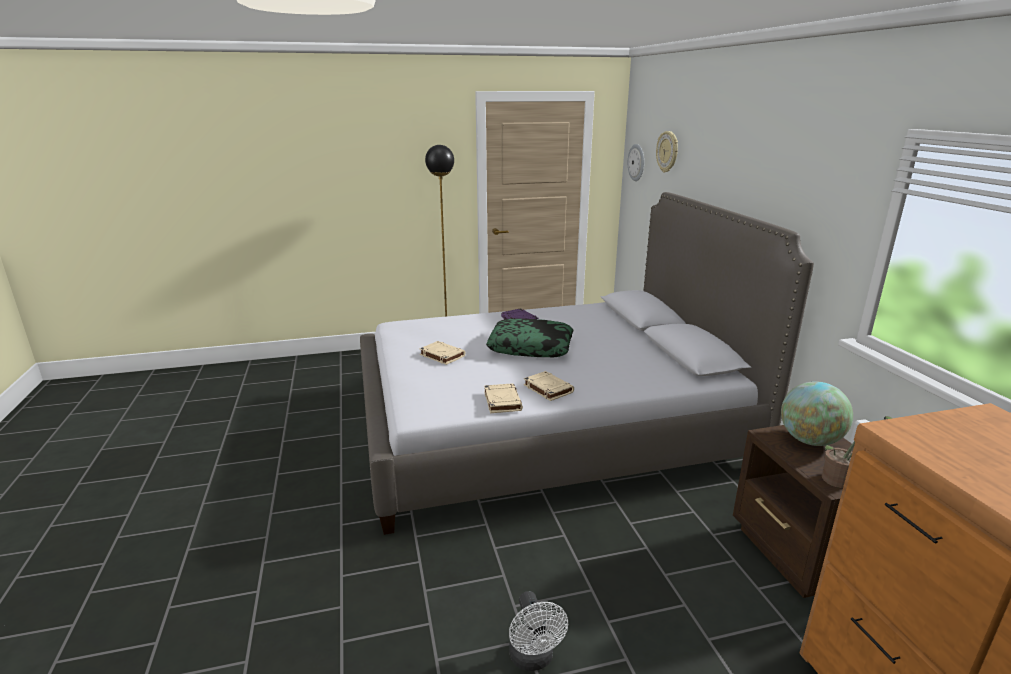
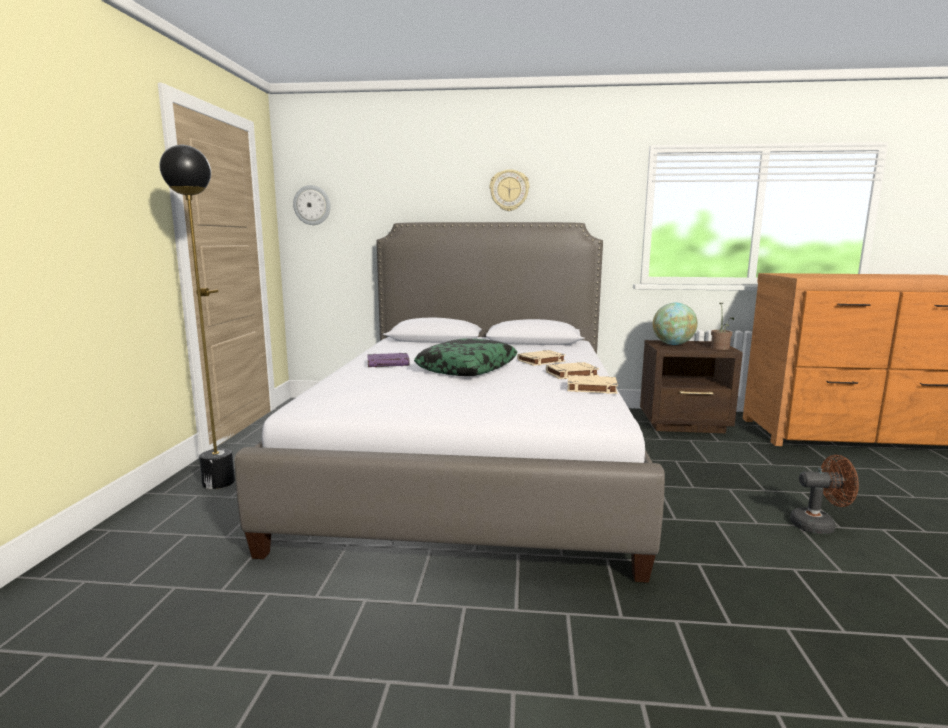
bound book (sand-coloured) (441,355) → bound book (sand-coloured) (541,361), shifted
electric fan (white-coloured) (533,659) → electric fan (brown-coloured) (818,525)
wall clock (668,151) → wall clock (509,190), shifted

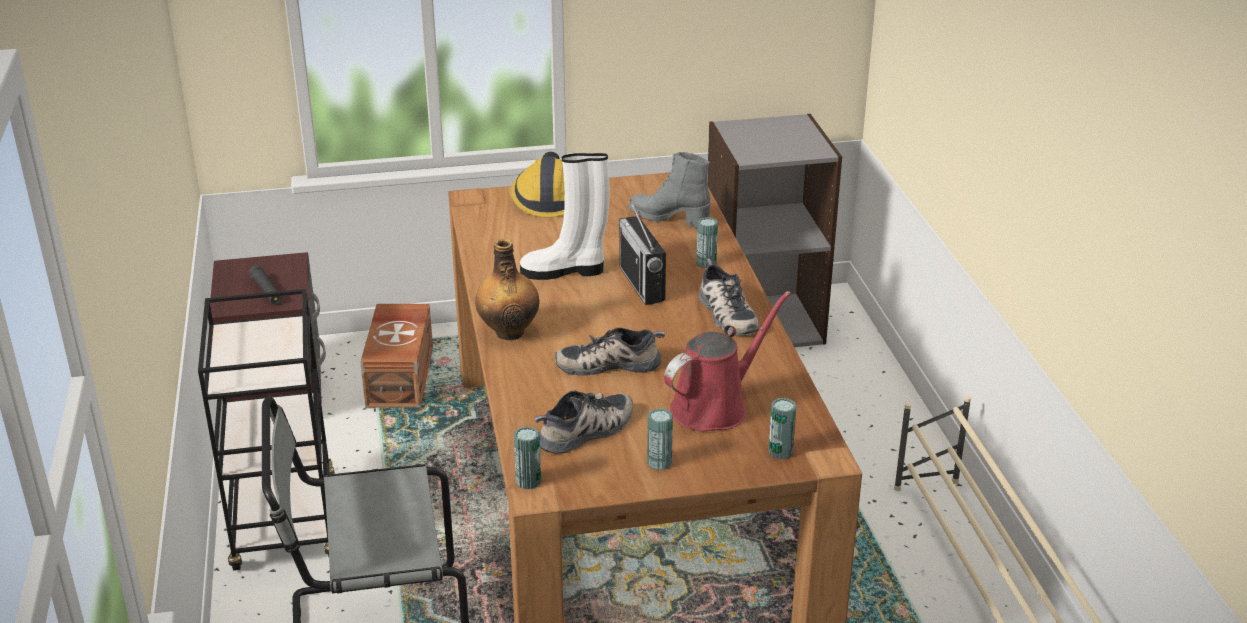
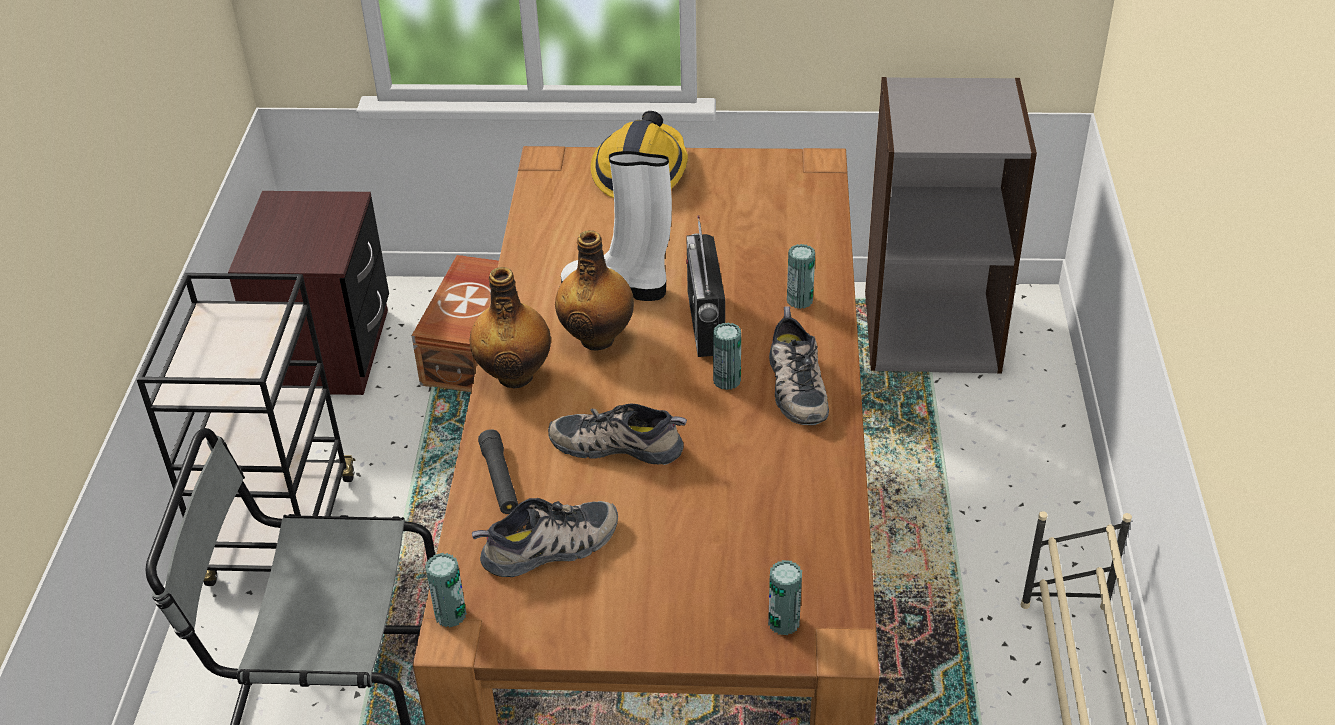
flashlight (blackish) (266,291) → flashlight (blackish) (500,480), shifted
tall boot (grey) (669,218) → -
sealed can (659,462) → sealed can (727,380), shifted
watering can (red-coloured) (714,407) → -
- → drink bottle (598,337)

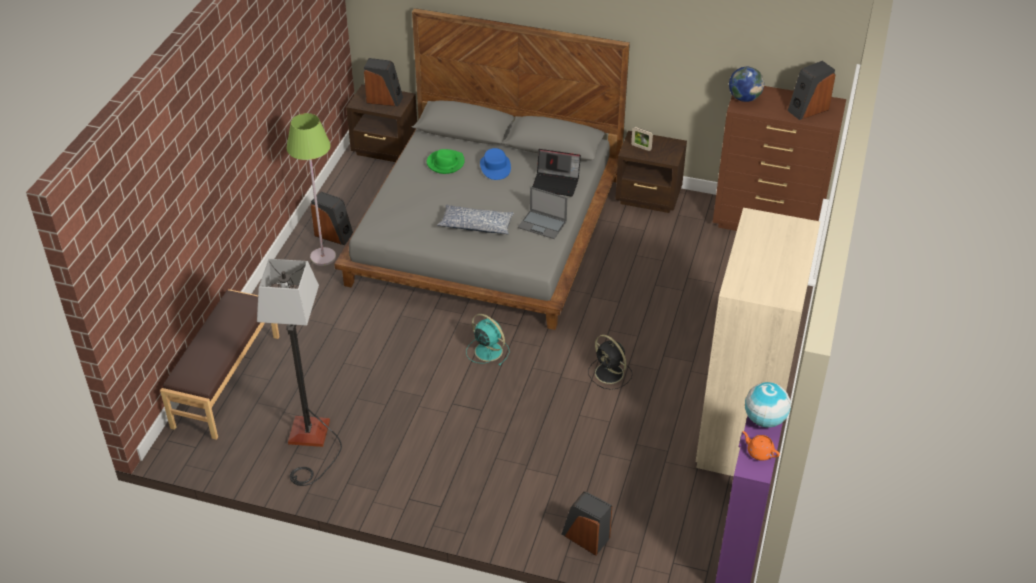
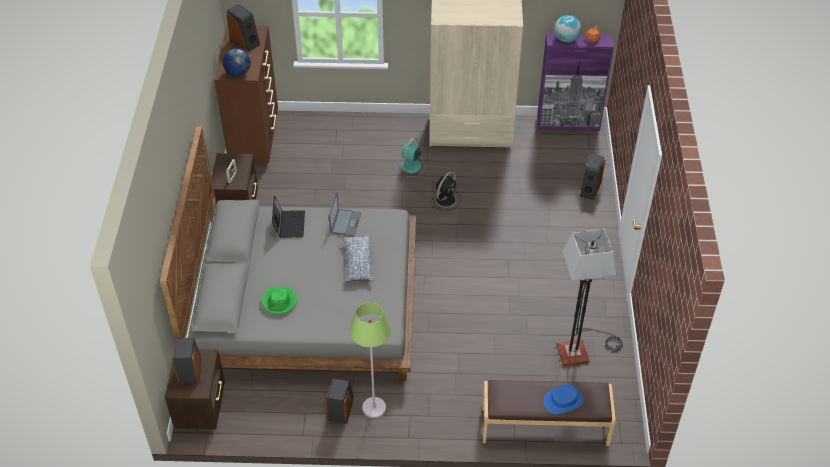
electric fan (blue-green) (487,350) → electric fan (blue-green) (410,166), shifted
clothing hat (blue) (495,167) → clothing hat (blue) (563,401), shifted

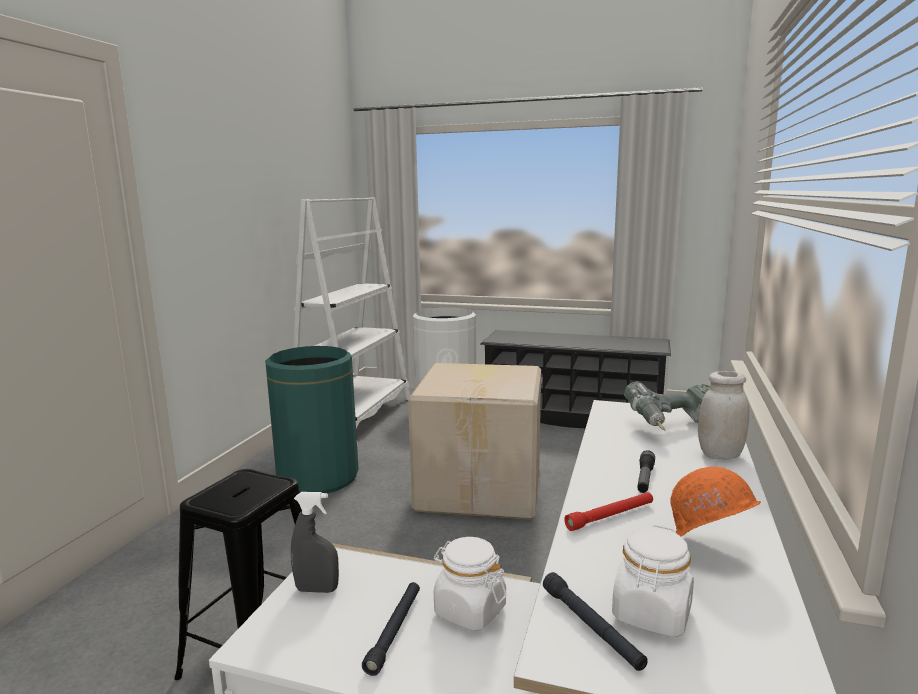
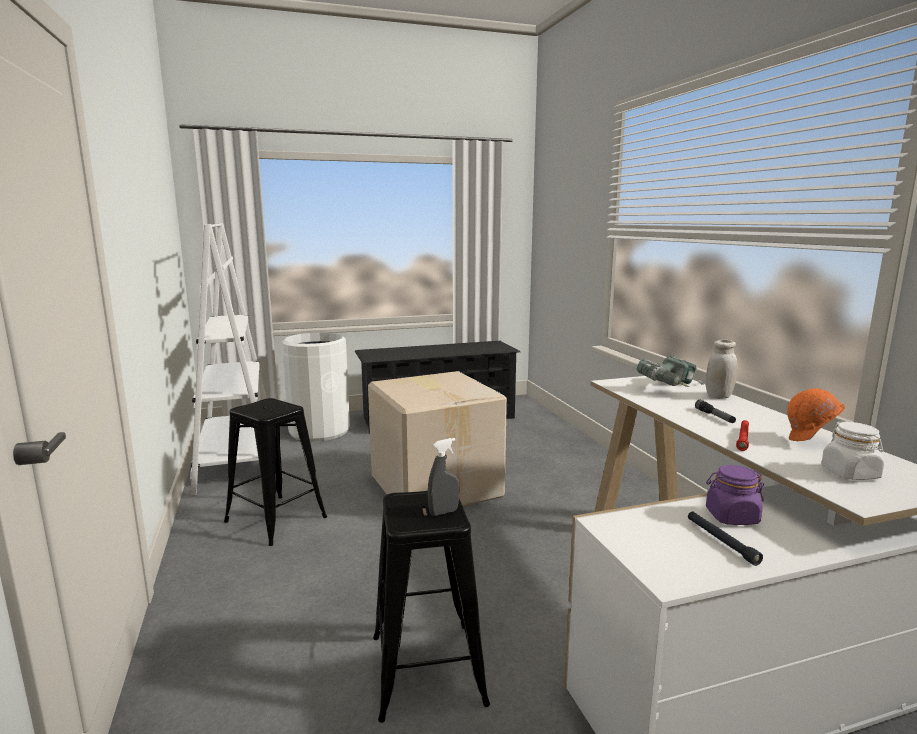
rubbish bin (green) (317,477) → stool seat (blackish) (275,519)
hand sprayer (grey) (317,589) → hand sprayer (grey) (443,512), shifted
preserve jar (white-coloured) (469,610) → preserve jar (purple) (731,517)
flashlight (blackish) (591,627) → -

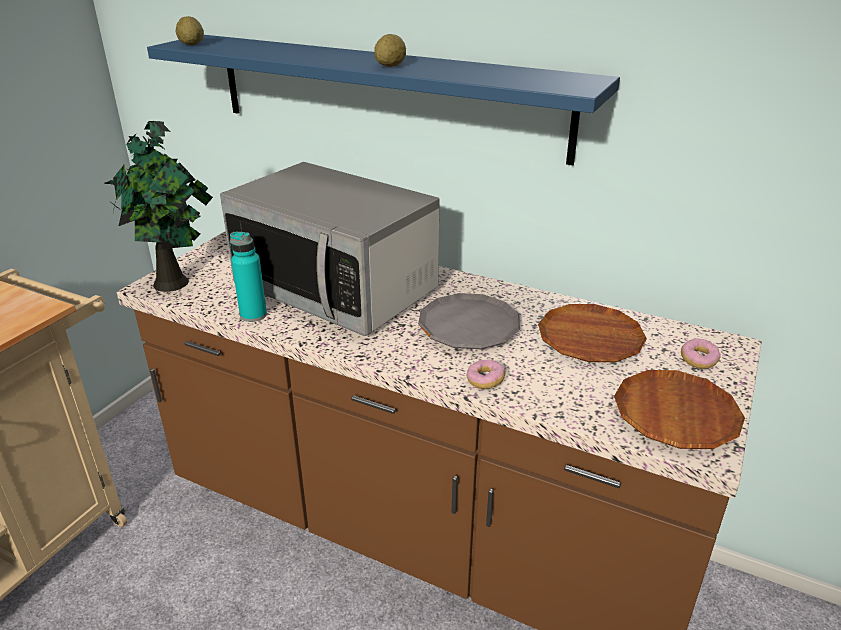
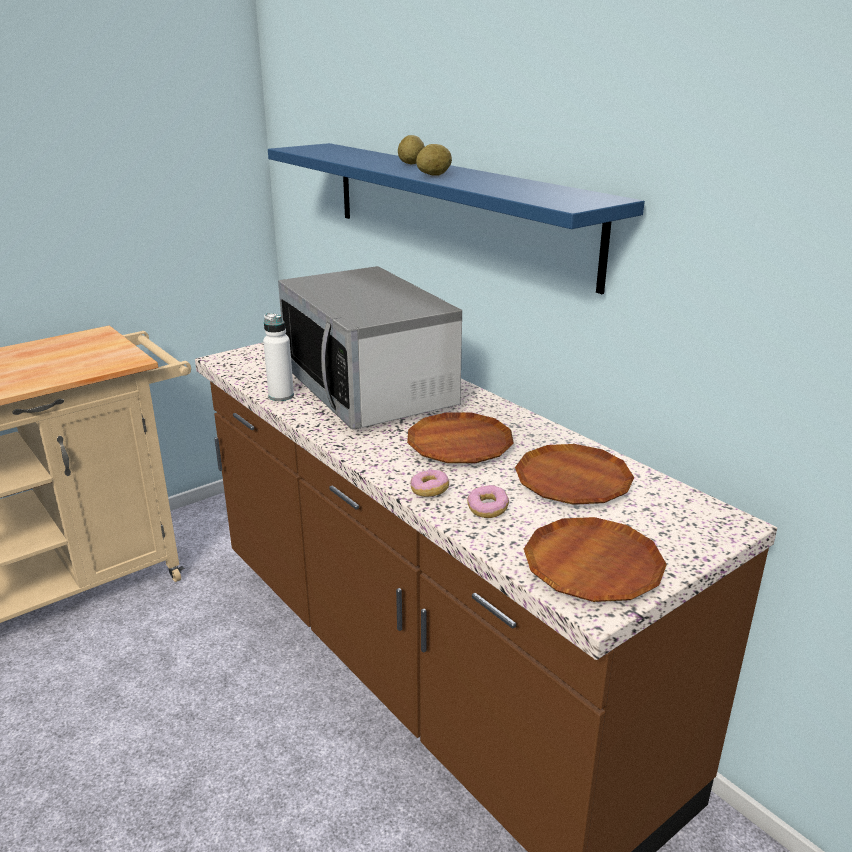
potted plant (174,283) → -
potato (191,45) → potato (411,164), shifted
drink bottle (blue-green) (253,315) → drink bottle (white-coloured) (281,396)
plate (grey) (468,327) → plate (brown-coloured) (459,445)
ring doughnut (698,360) → ring doughnut (487,509), shifted

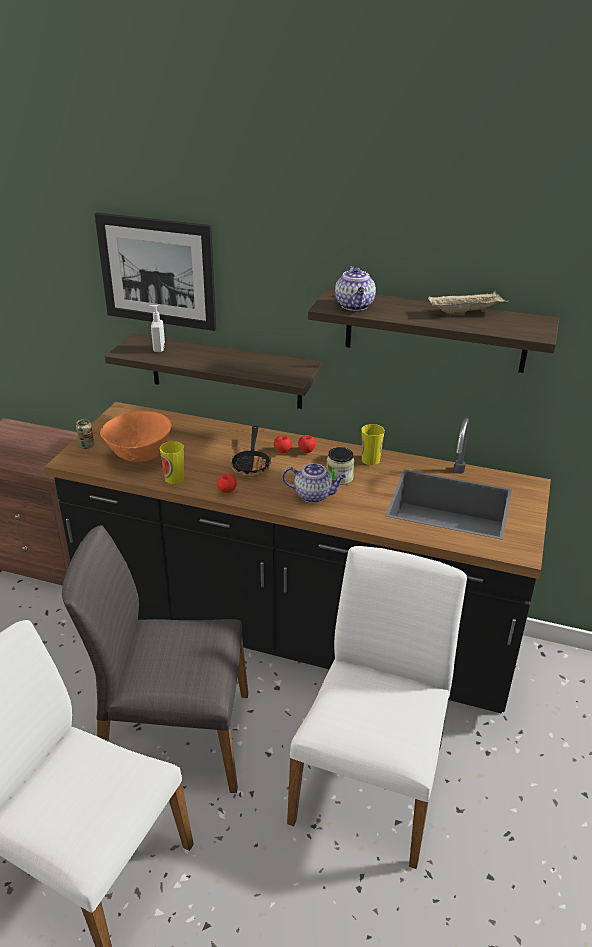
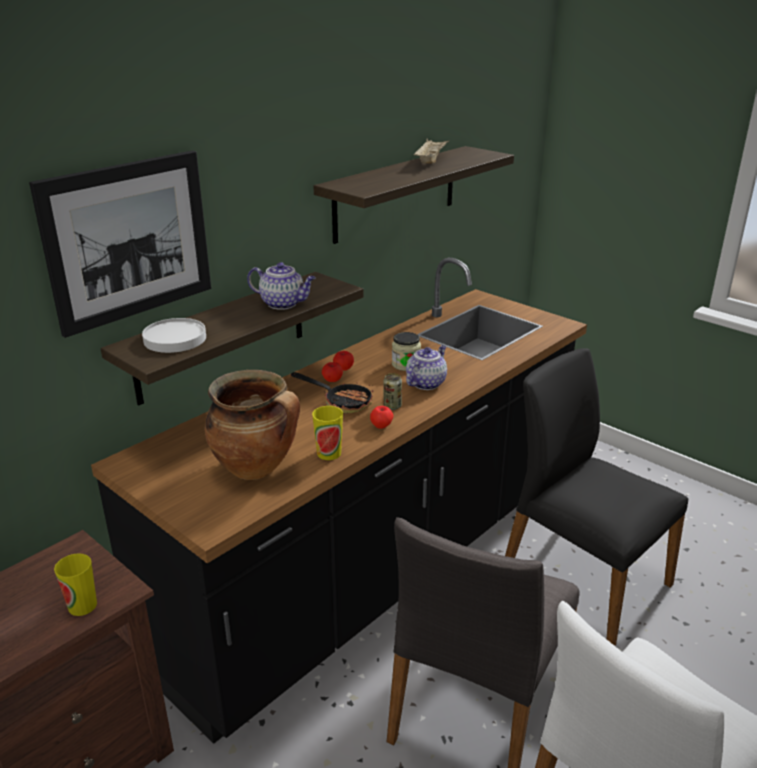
sealed can (86,446) → sealed can (392,406), shifted
deep dish (orange) (140,456) → stockpot (257,468)
liquid soap bottle (158,349) → plate (white-coloured) (175,339)
upright chair (white-coloured) (371,781) → upright chair (blackish) (582,579)
tea pot (355,306) → tea pot (283,304), shifted
small cup (370,460) → small cup (82,605), shifted

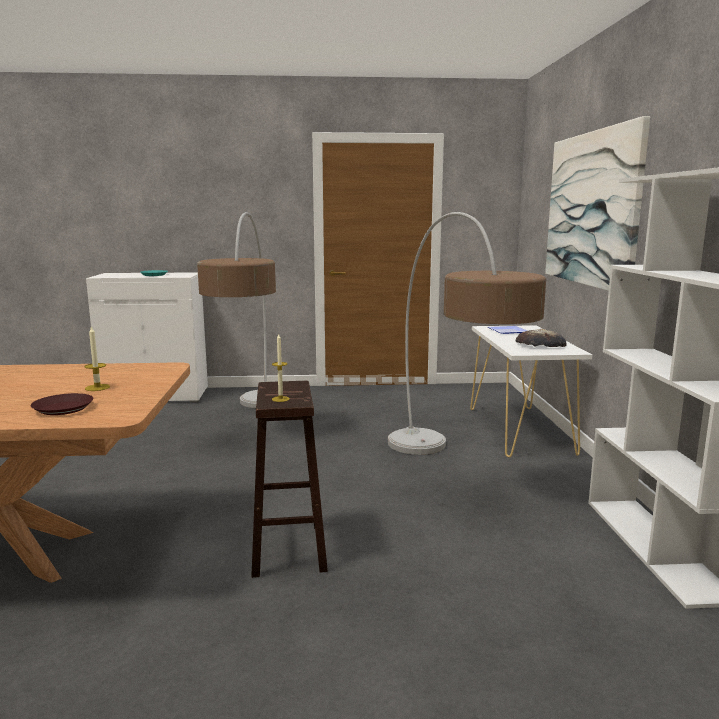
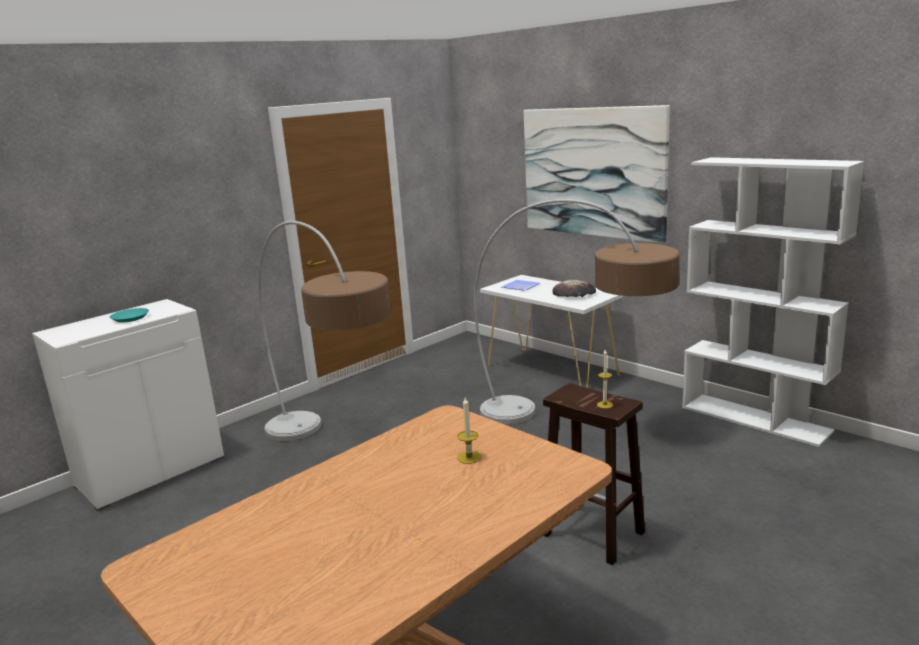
plate (brown-coloured) (63,408) → -

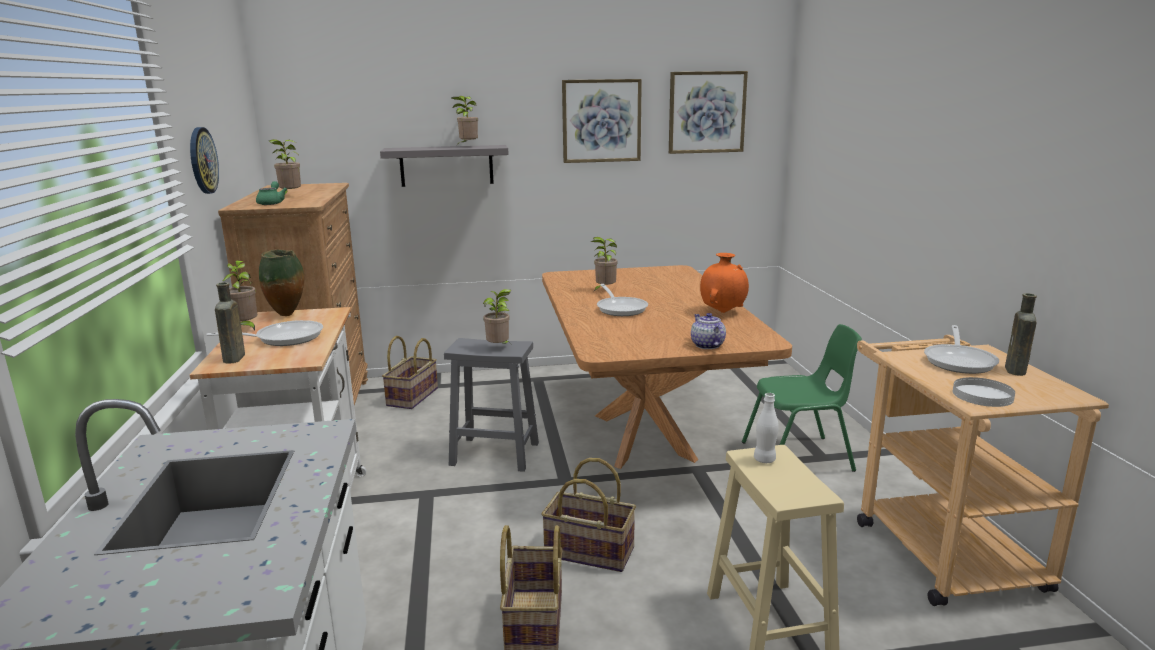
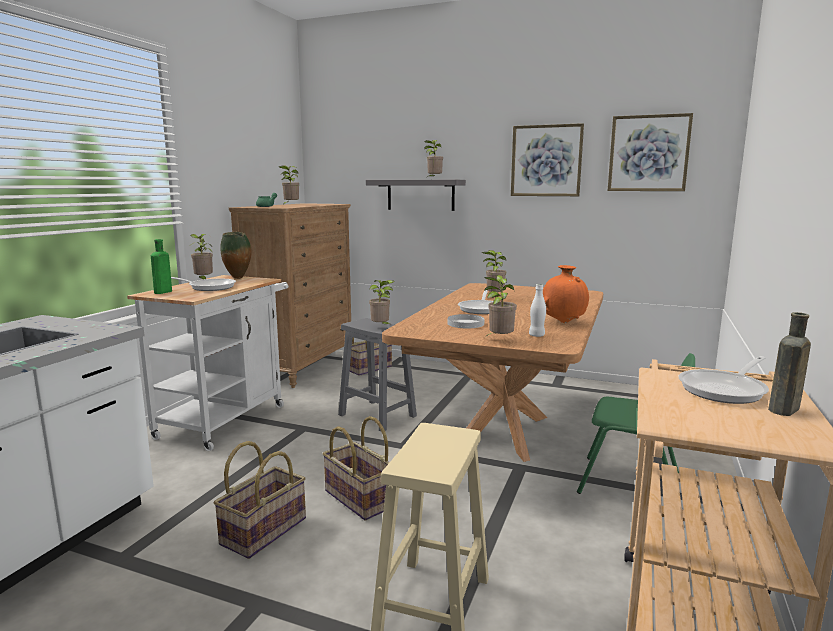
wall clock (202,160) → -
drink bottle (brown-coloured) (234,359) → drink bottle (green) (162,292)
tea pot (706,345) → potted plant (499,340)
drink bottle (white-coloured) (764,460) → drink bottle (white-coloured) (536,335), shifted
plate (white-coloured) (982,395) → plate (white-coloured) (465,323), shifted

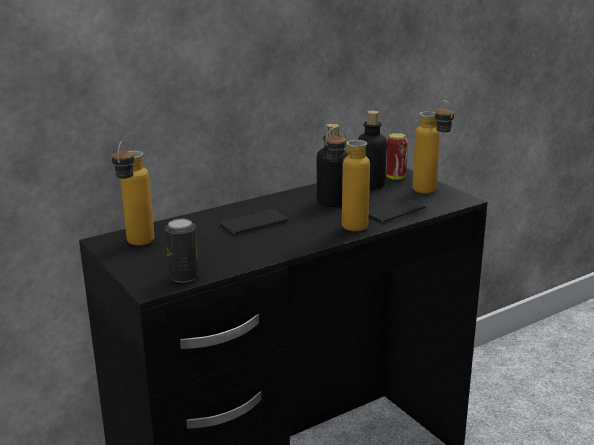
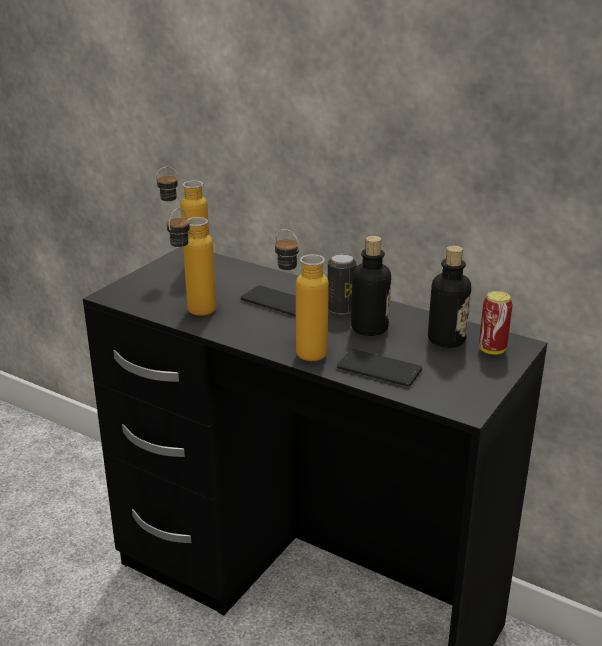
sealed can (184,277) → sealed can (341,309), shifted
drink bottle (430,193) → drink bottle (194,315), shifted

